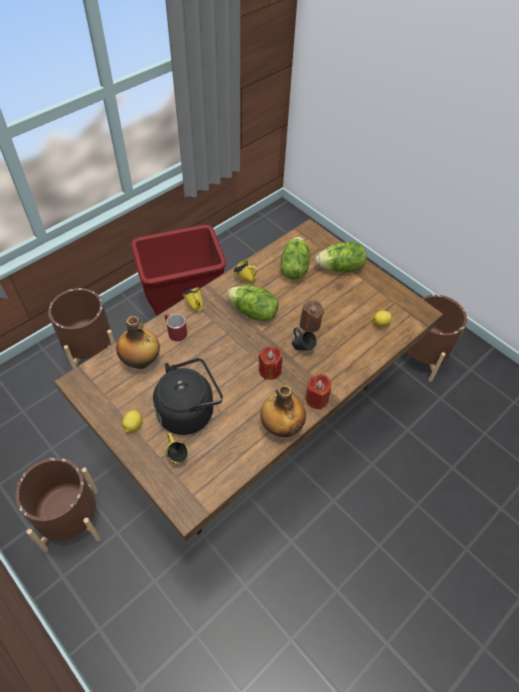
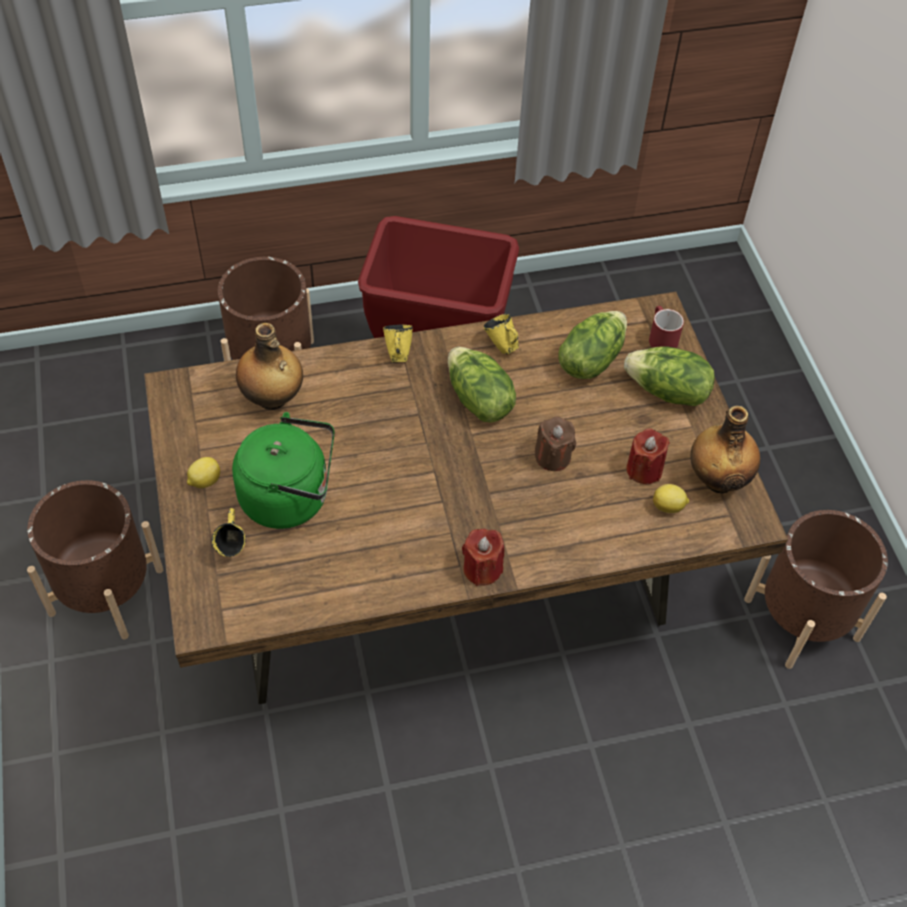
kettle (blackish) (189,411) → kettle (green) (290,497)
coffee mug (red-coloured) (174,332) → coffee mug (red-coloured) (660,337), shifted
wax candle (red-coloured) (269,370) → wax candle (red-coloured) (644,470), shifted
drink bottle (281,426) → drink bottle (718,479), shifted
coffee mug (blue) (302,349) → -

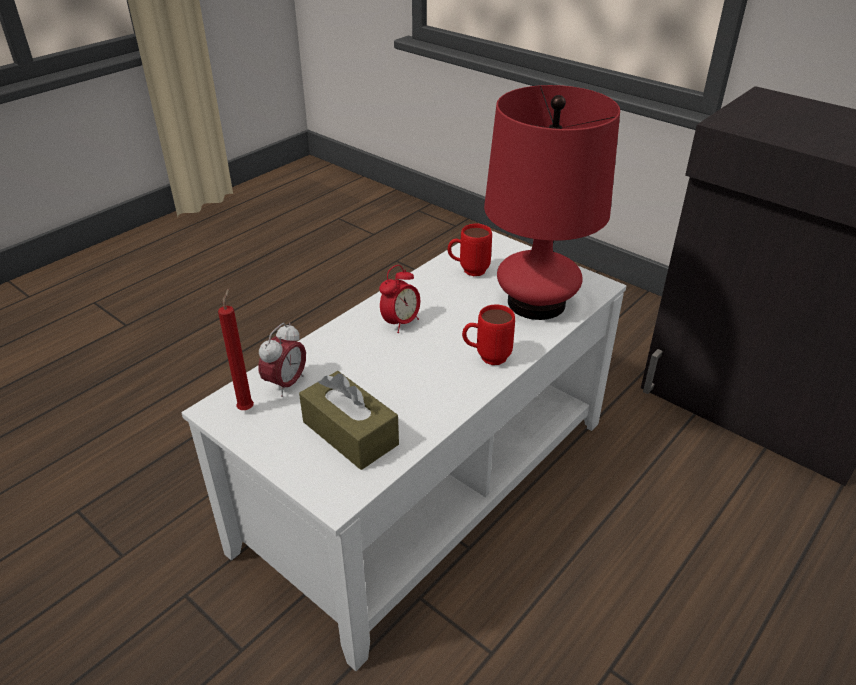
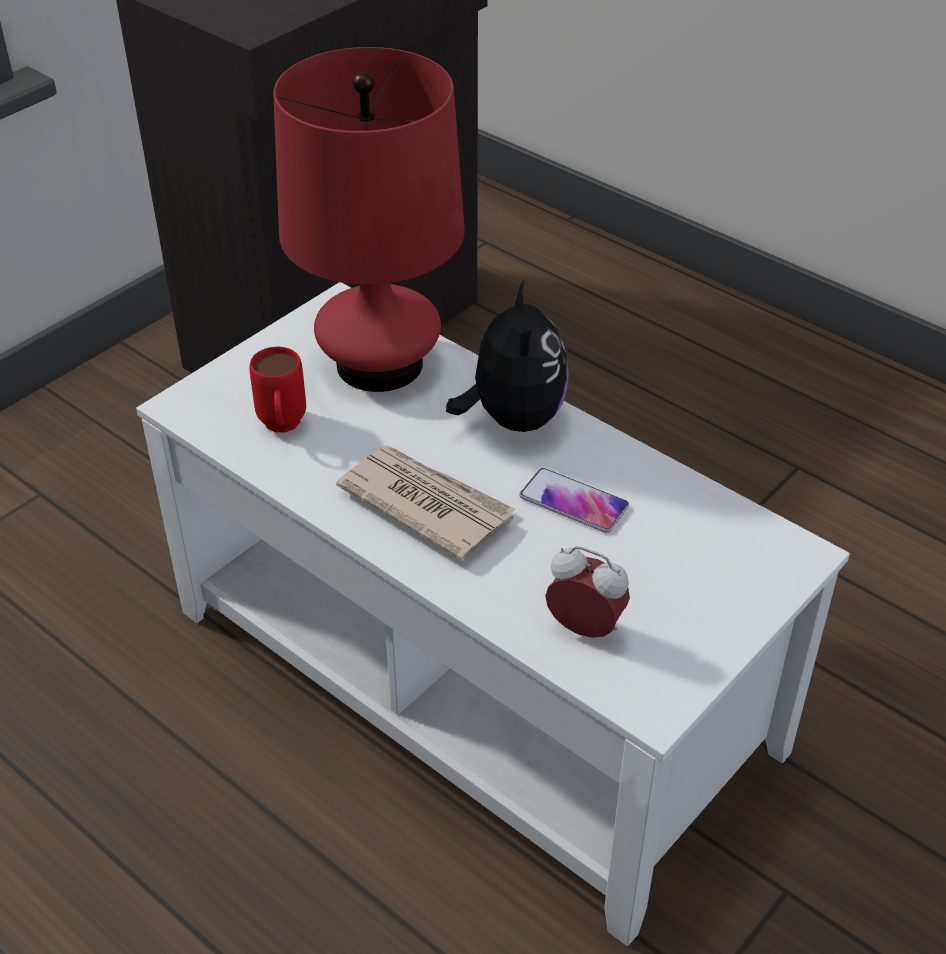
wax candle (red-coloured) (247,408) → -
box of tissues (brown-coloured) (350,433) → -
alarm clock (401,323) → newspaper (425,504)
coffee mug (red-coloured) (486,358) → plush toy (512,418)
- → handset (573,502)

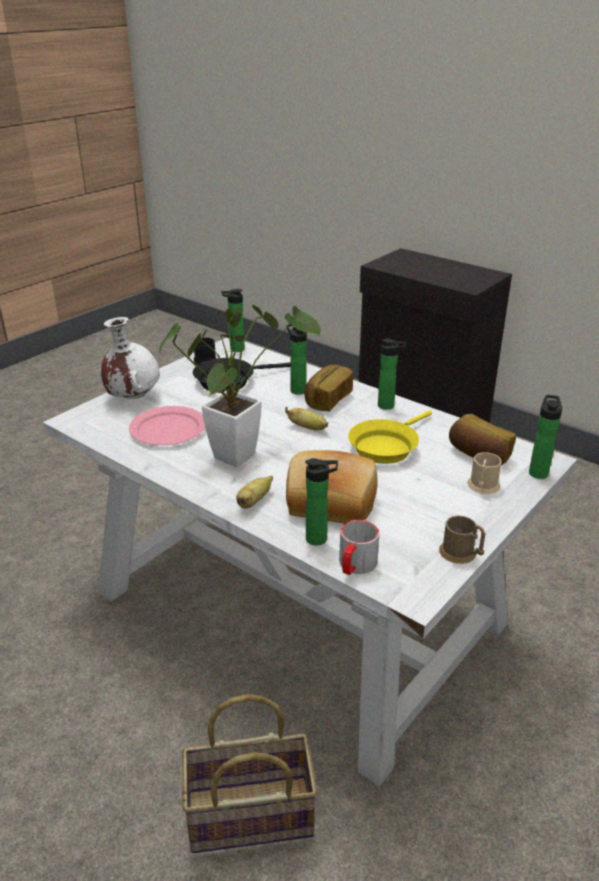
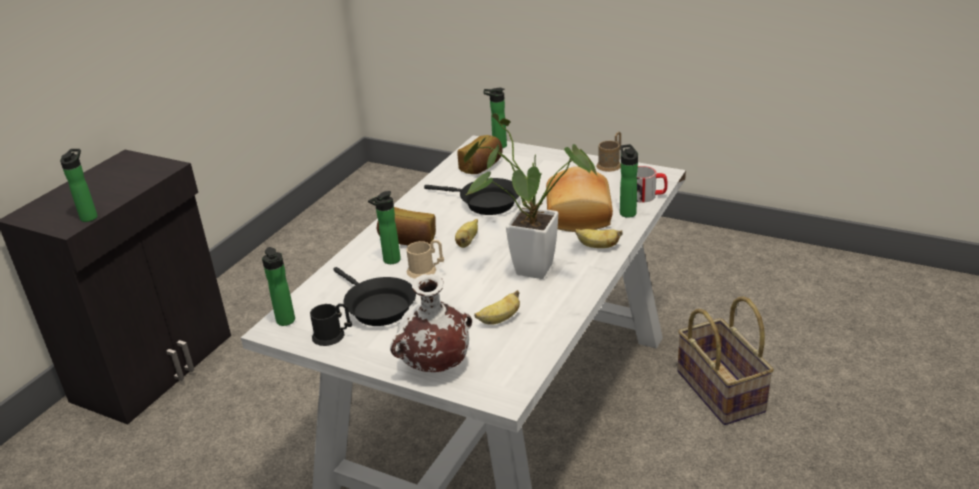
plate (pink-coloured) (168,429) → whole banana (499,320)
skillet (yellowish) (386,446) → skillet (blackish) (485,203)
drink bottle (388,406) → drink bottle (90,216), shifted
coffee mug (sand-coloured) (482,487) → coffee mug (sand-coloured) (426,271), shifted

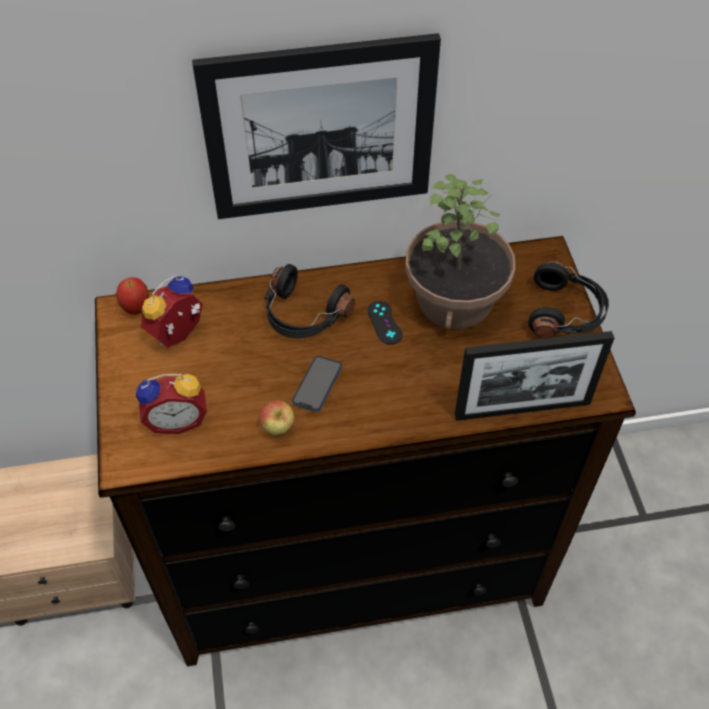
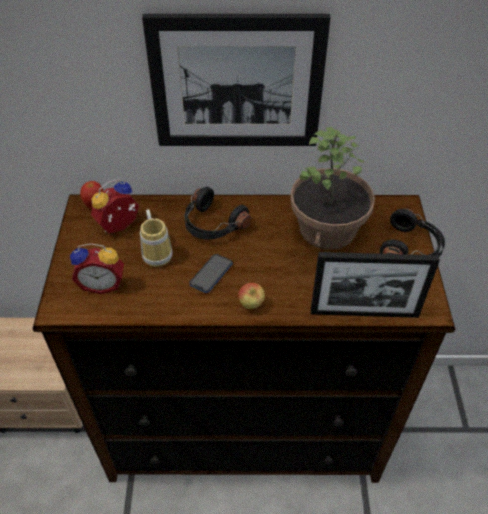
whole apple (278,428) → whole apple (251,304), shifted
joypad (blackish) (384,323) → -
- → coffee mug (158,252)

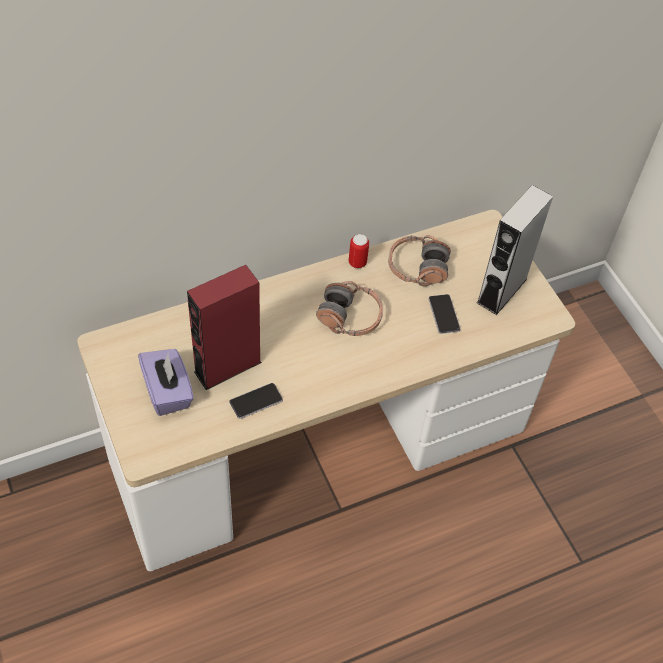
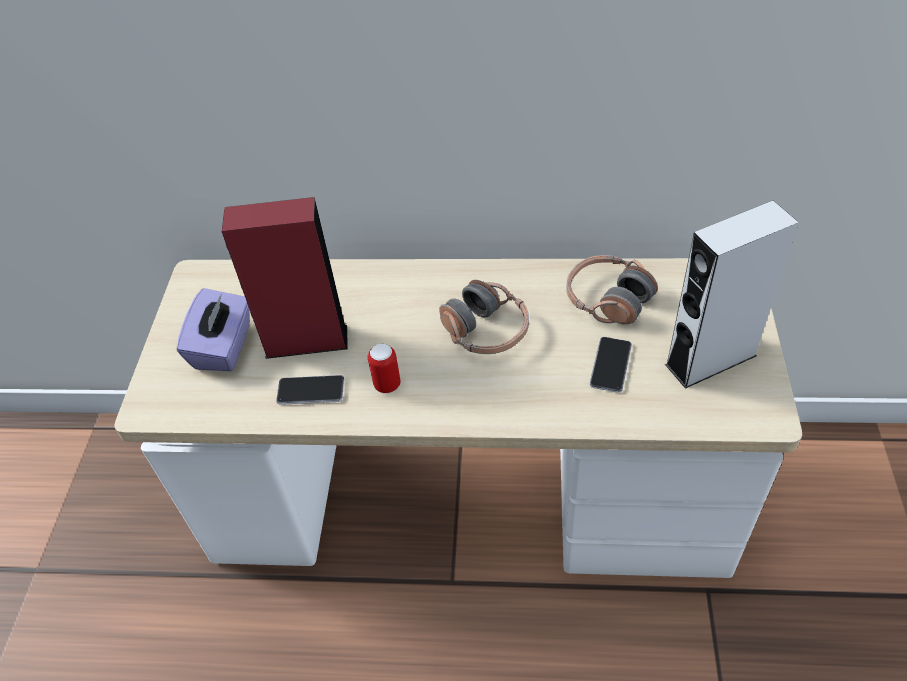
sealed can (357,262) → sealed can (387,385), shifted

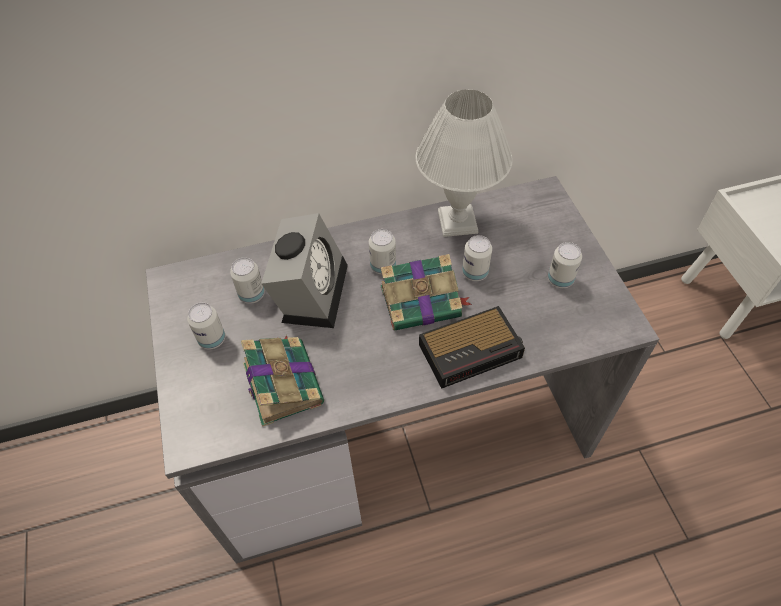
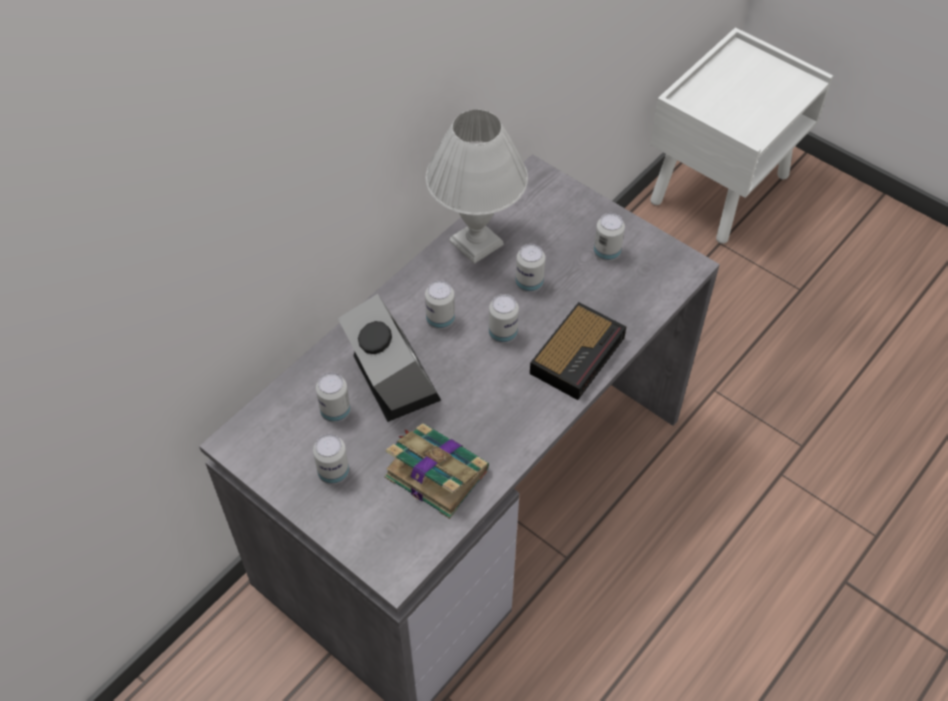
bound book (422,302) → sealed can (503,334)

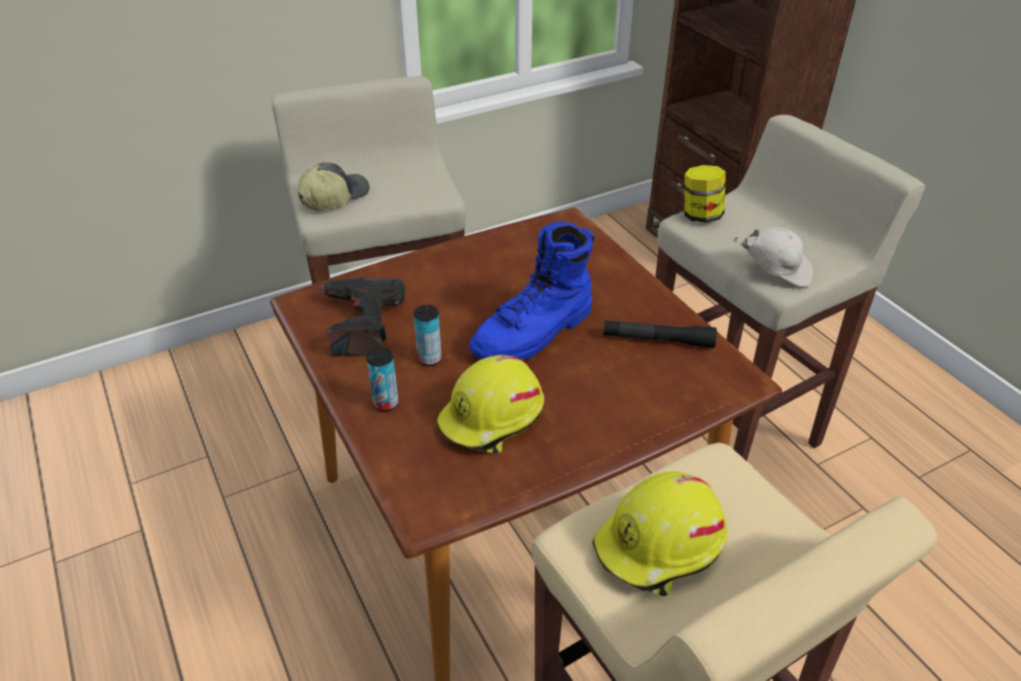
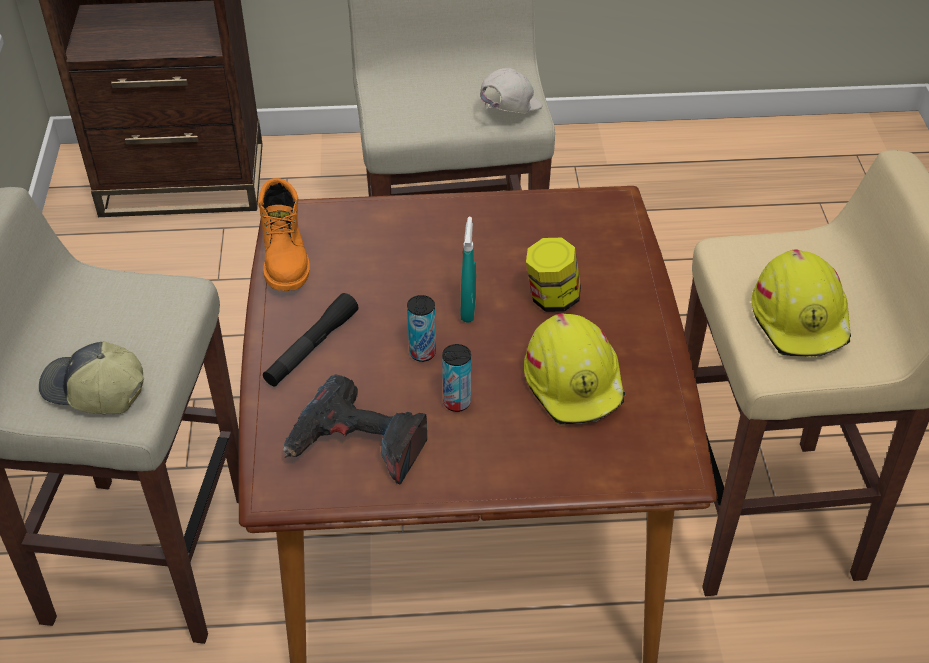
baseball cap (334,197) → baseball cap (94,391), 45 degrees counterclockwise
sealed can (386,403) → sealed can (422,353), shifted
tall boot (blue) (534,334) → hand sprayer (blue-green) (468,309)
flashlight (blackish) (657,340) → flashlight (blackish) (311,348), shifted
preserve jar (700,216) → preserve jar (552,299), shifted
- → tall boot (orange) (286,257)

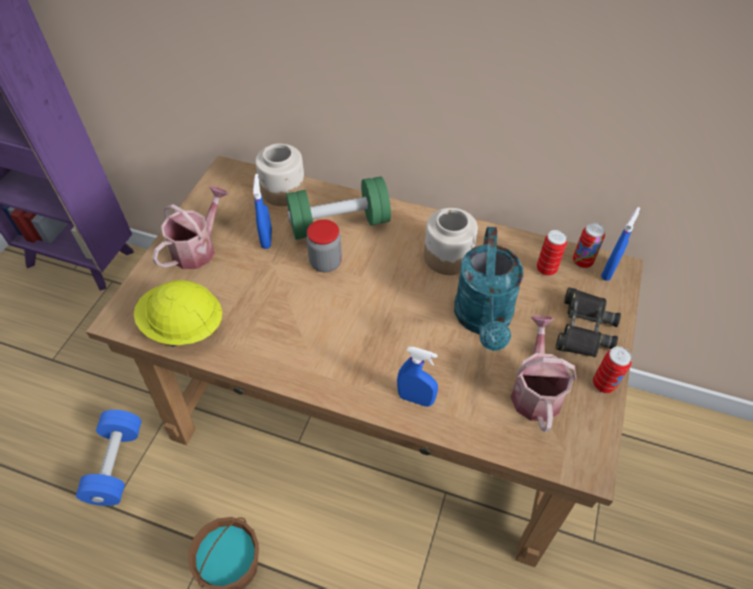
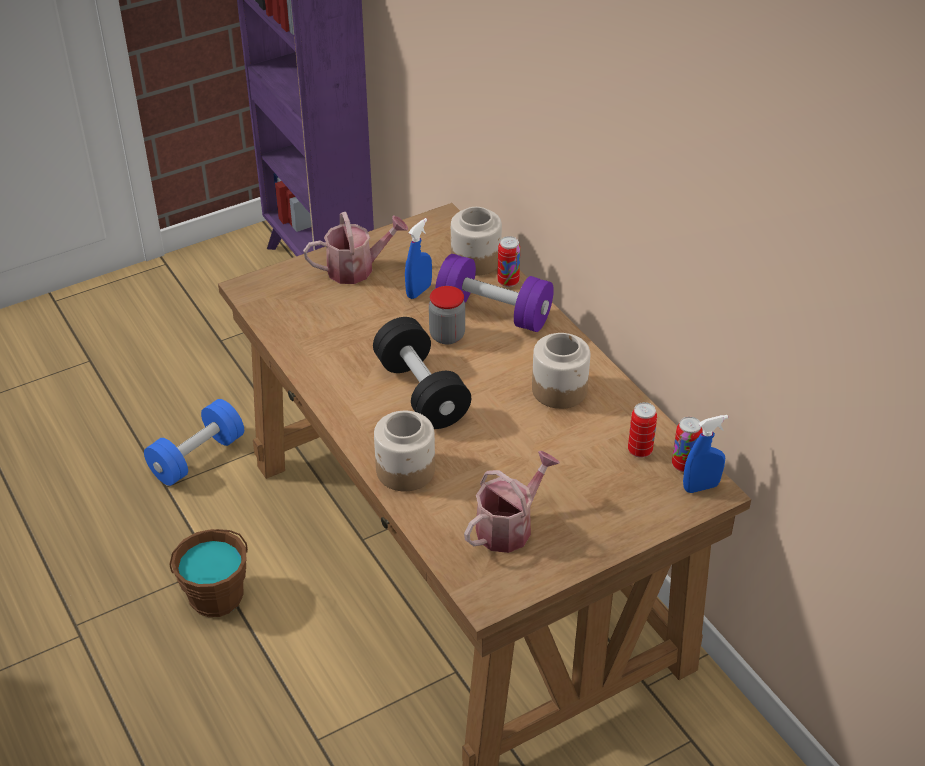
safety helmet (yellowish) (183,327) → -
hand weight (green) (339,224) → hand weight (purple) (493,312)
hand sprayer (blue) (415,399) → preserve jar (405,471)
watering can (blue-green) (484,320) → -
binoculars (blackish) (583,328) → -
sealed can (603,384) → sealed can (508,282), shifted
- → hand weight (blackish) (421,392)

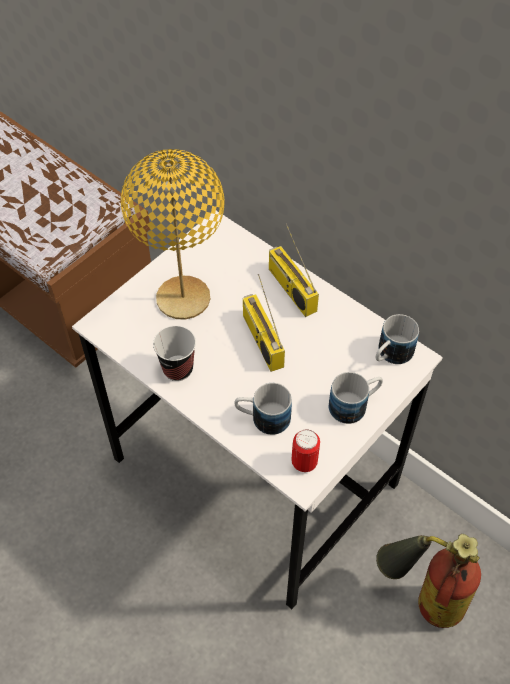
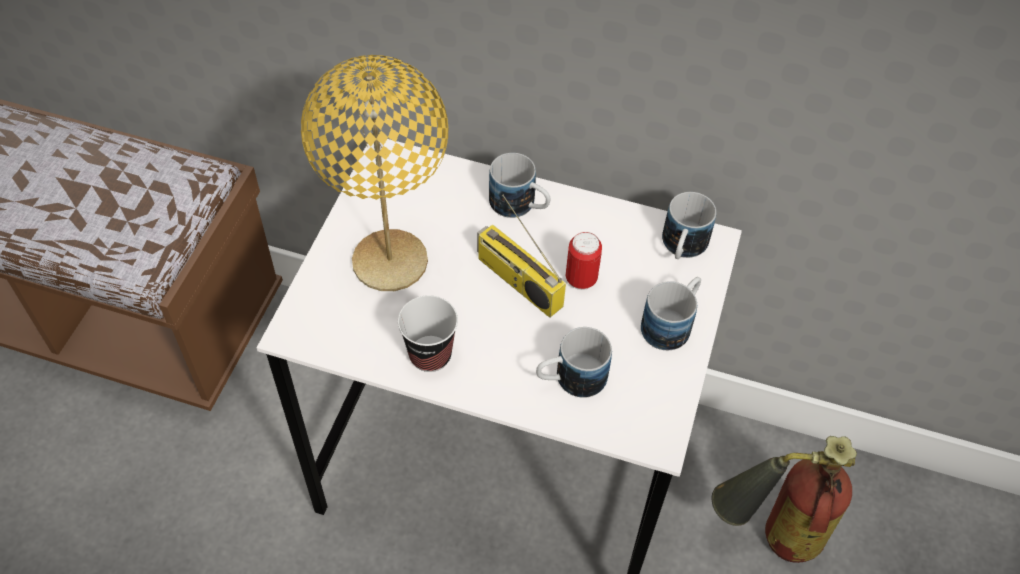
radio receiver (290,289) → coffee mug (520,206)
sealed can (304,463) → sealed can (581,279), shifted

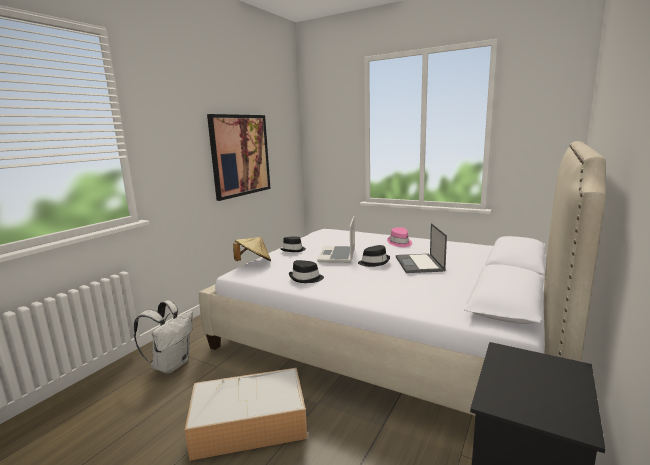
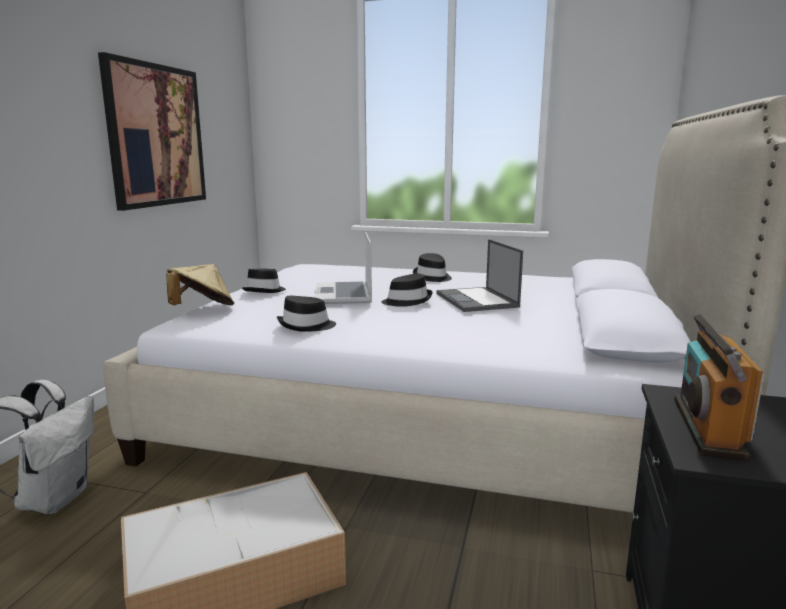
clothing hat (pink-coloured) (399,243) → clothing hat (blackish) (432,277)
- → radio receiver (707,427)

